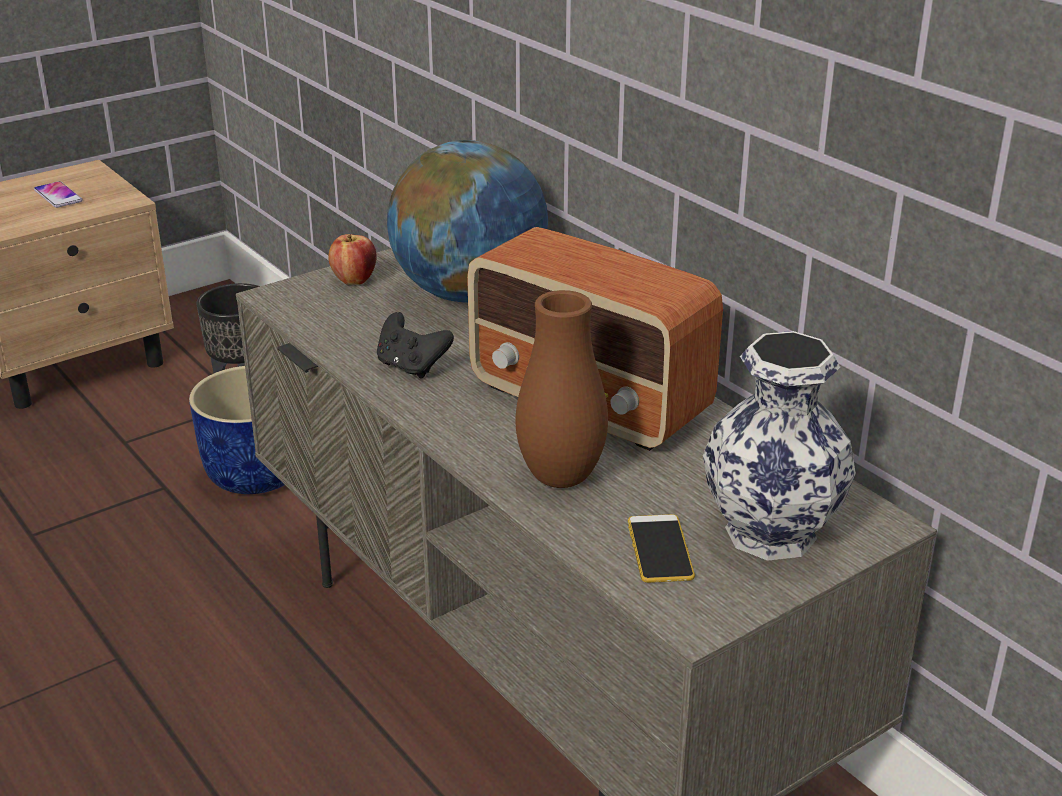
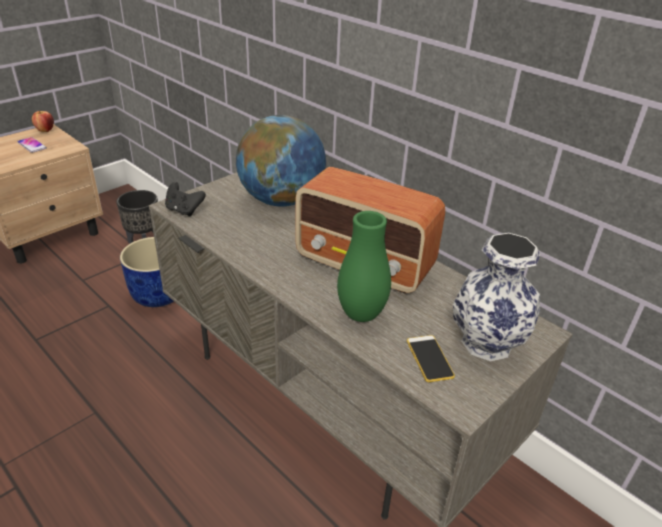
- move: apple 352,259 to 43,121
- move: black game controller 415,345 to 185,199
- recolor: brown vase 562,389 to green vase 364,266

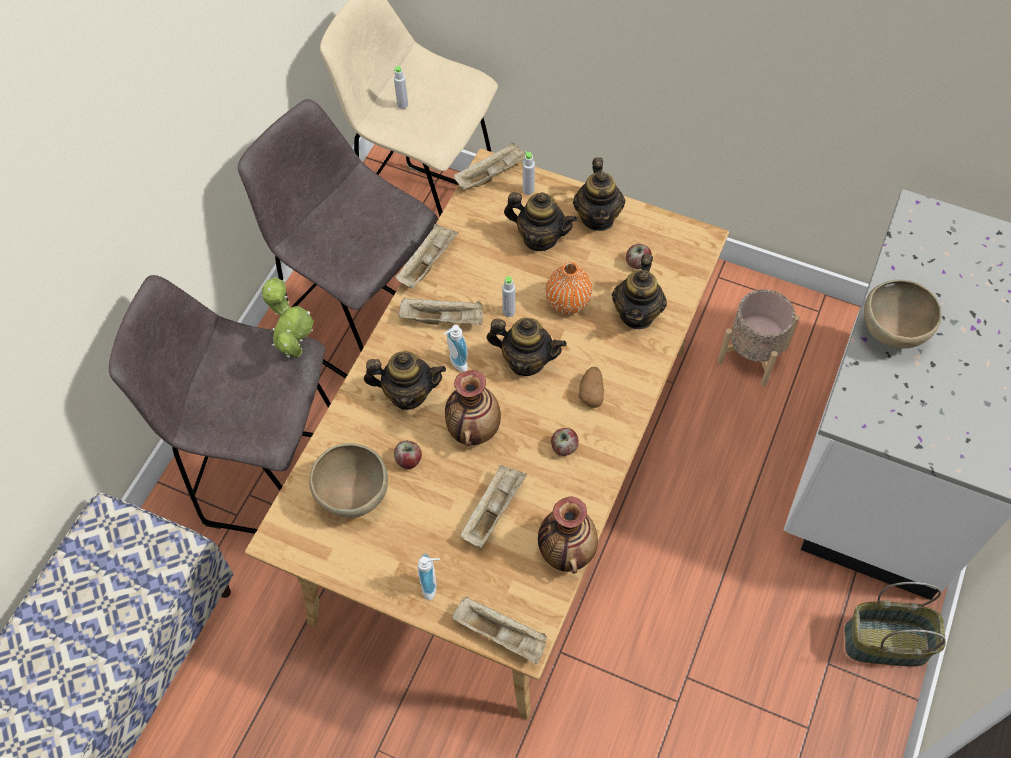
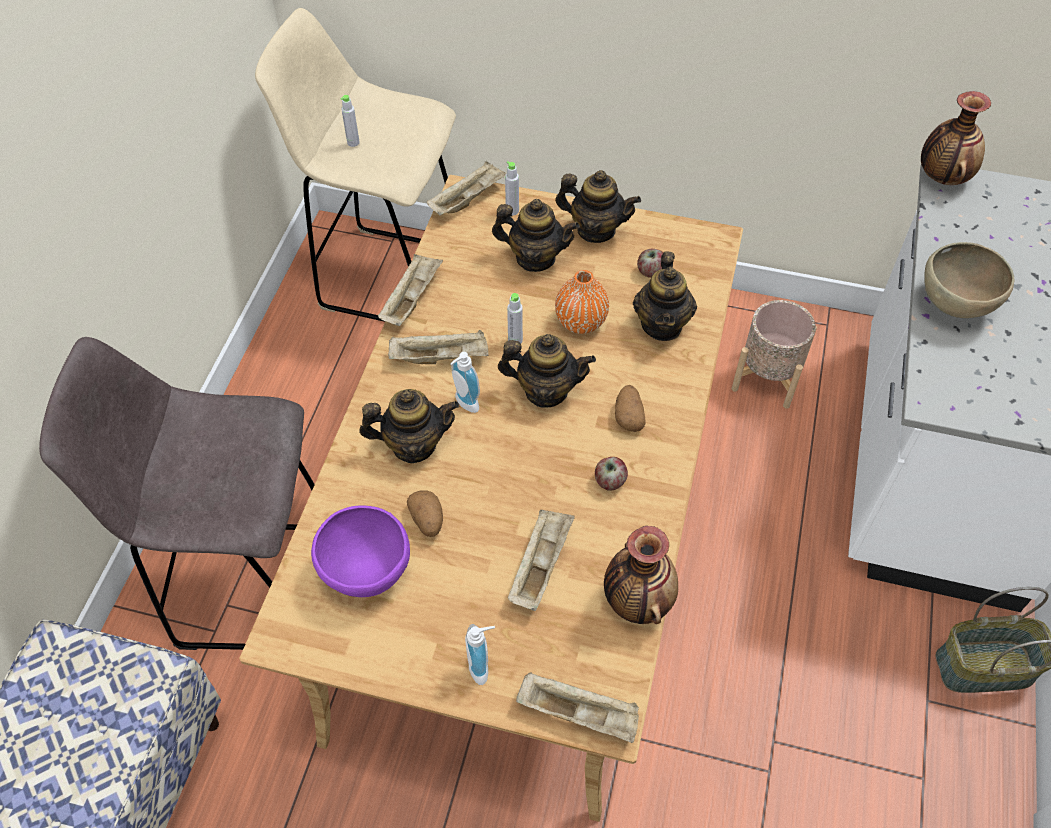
- delete: grey stool 338,238
- delete: potted plant 287,317
- move: vase 473,408 to 956,138
- replace: apple 408,455 to potato 425,514
- recolor: brown bowl 348,480 to purple bowl 360,551
- rotate: teapot 599,194 = 598,206 60 degrees counterclockwise

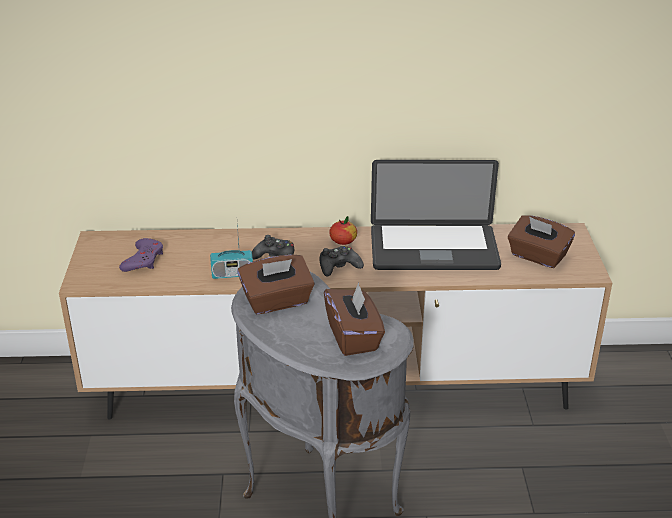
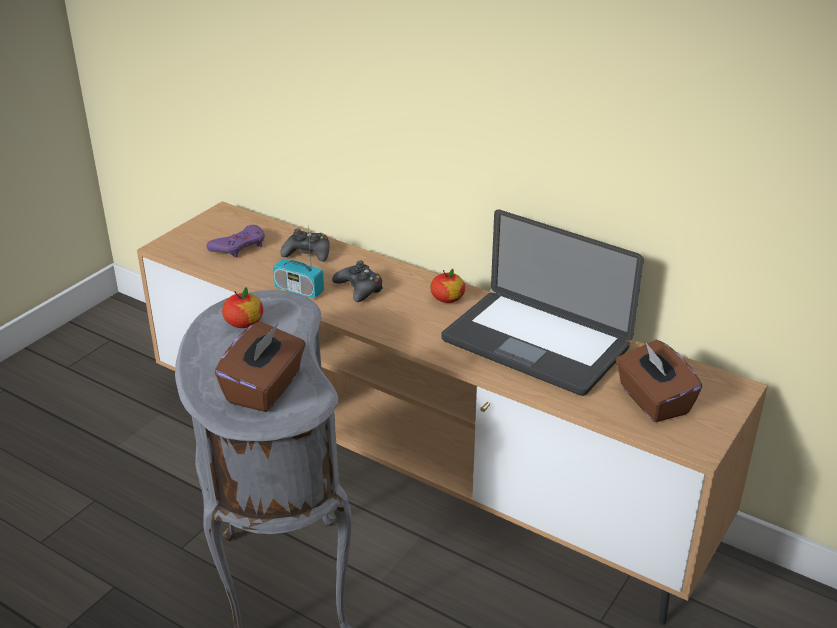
- move: black game controller 341,261 to 305,245
- replace: brown tissue box 276,284 to apple 242,307

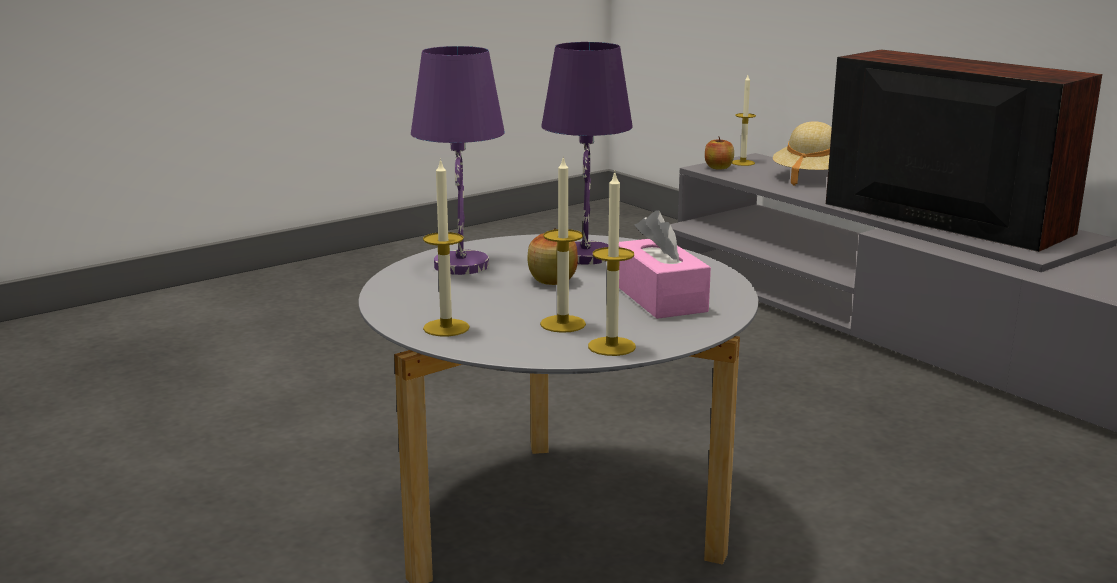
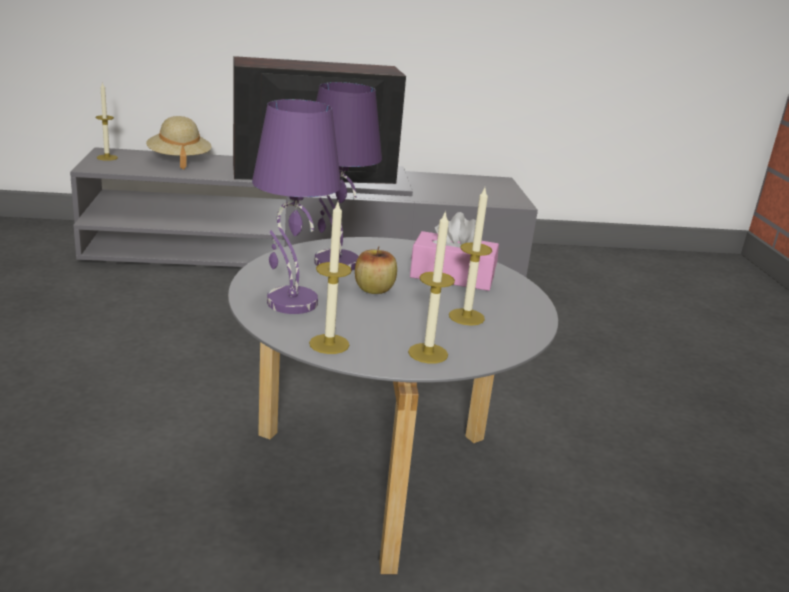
- delete: apple 719,153
- move: candle 612,264 to 330,278

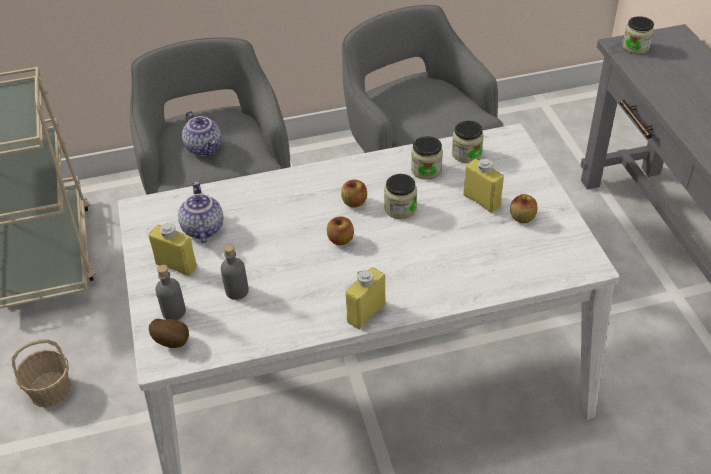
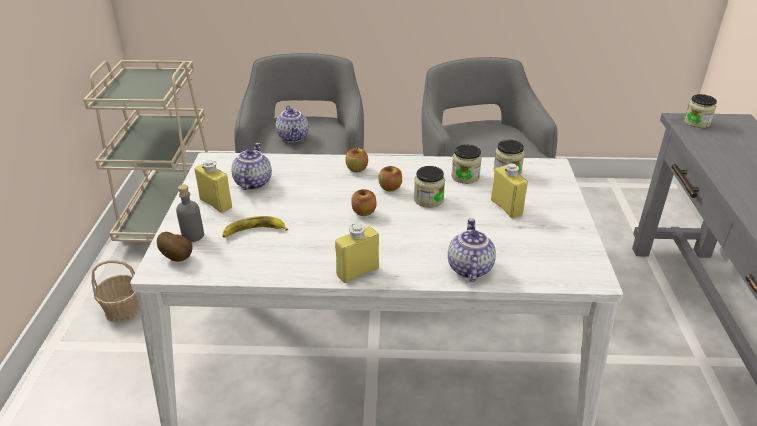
- insert: teapot 472,250
- move: apple 523,208 to 356,160
- replace: grey bottle 235,272 to banana 255,227

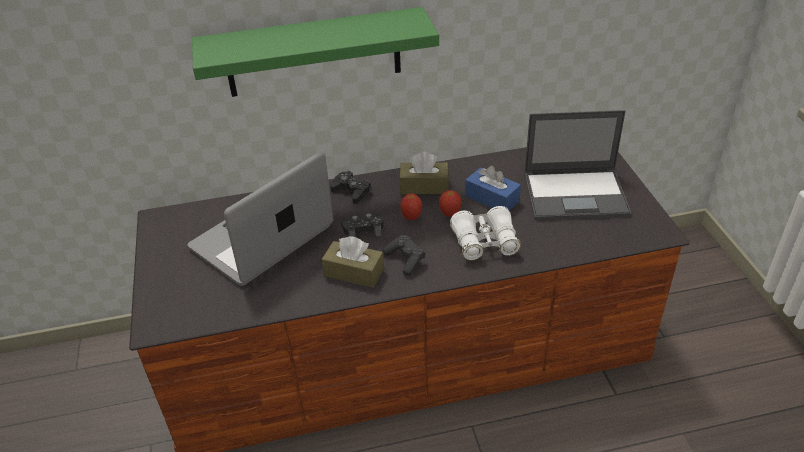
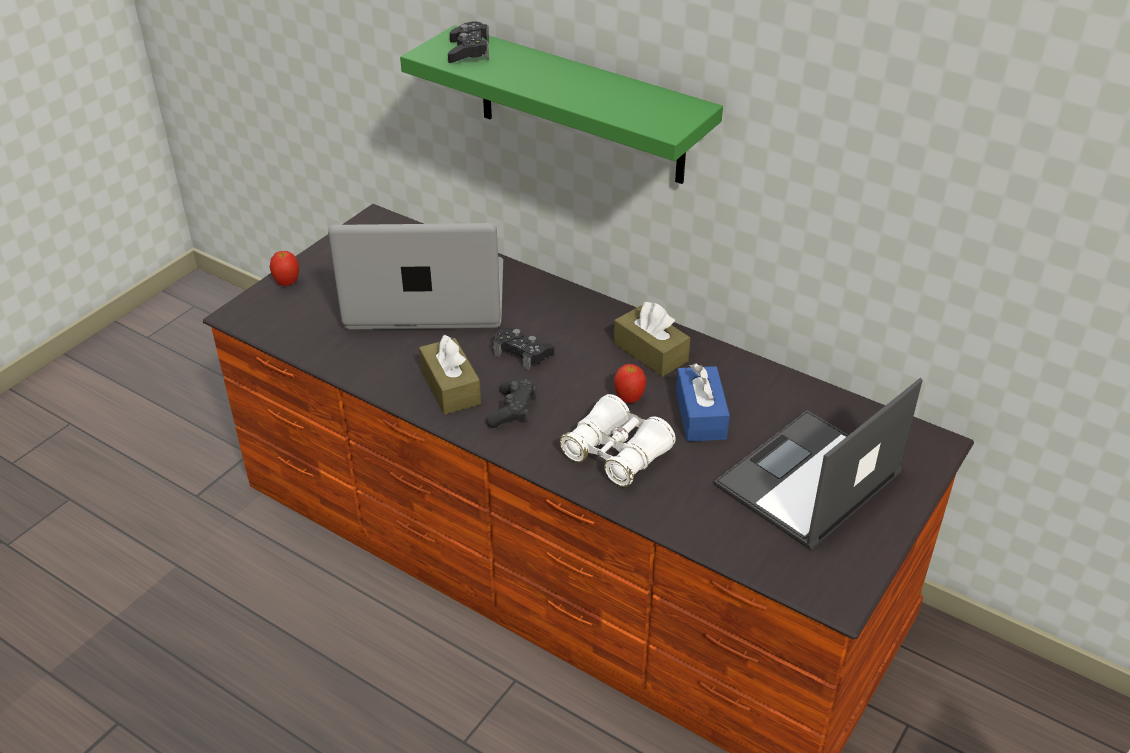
- move: black game controller 350,187 to 468,42
- move: apple 411,206 to 284,268
- rotate: laptop 578,165 = 818,464 90 degrees clockwise

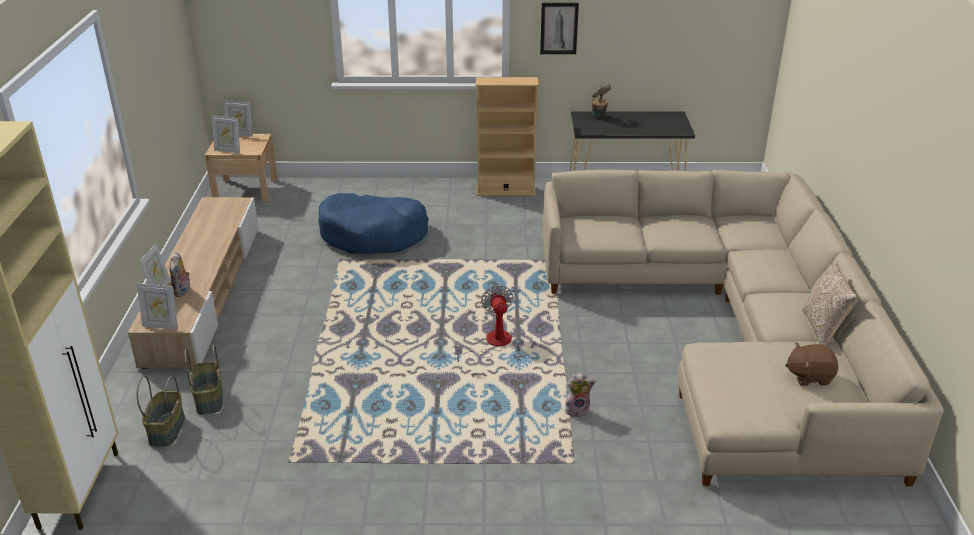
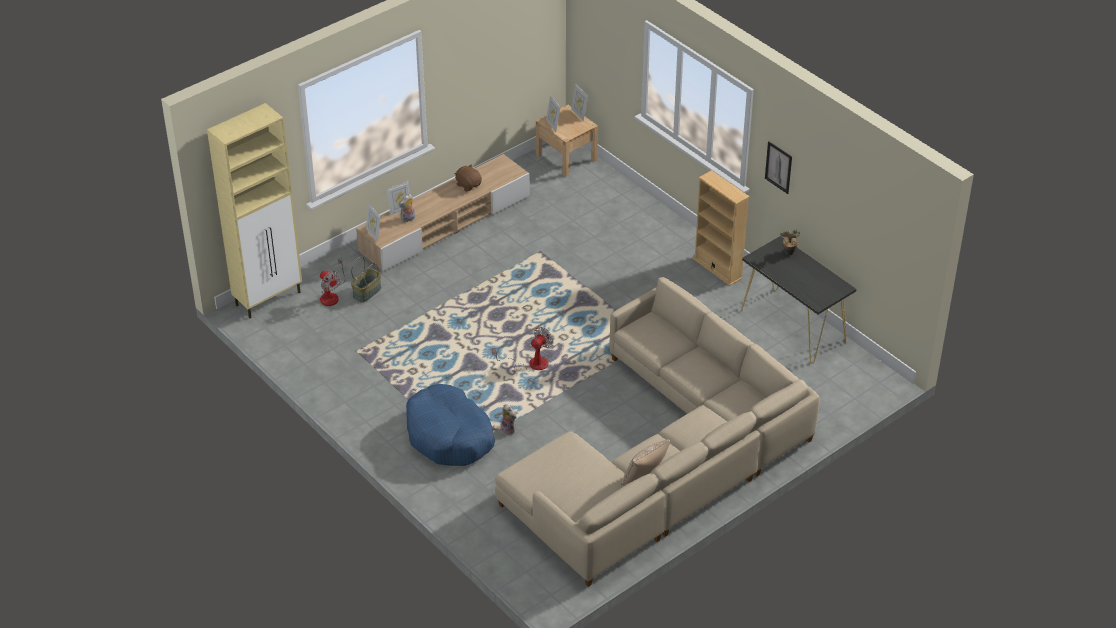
- move: blue dog bed 373,223 to 450,425
- move: brown plush toy 812,364 to 468,178
- replace: basket 161,410 to fan 332,281

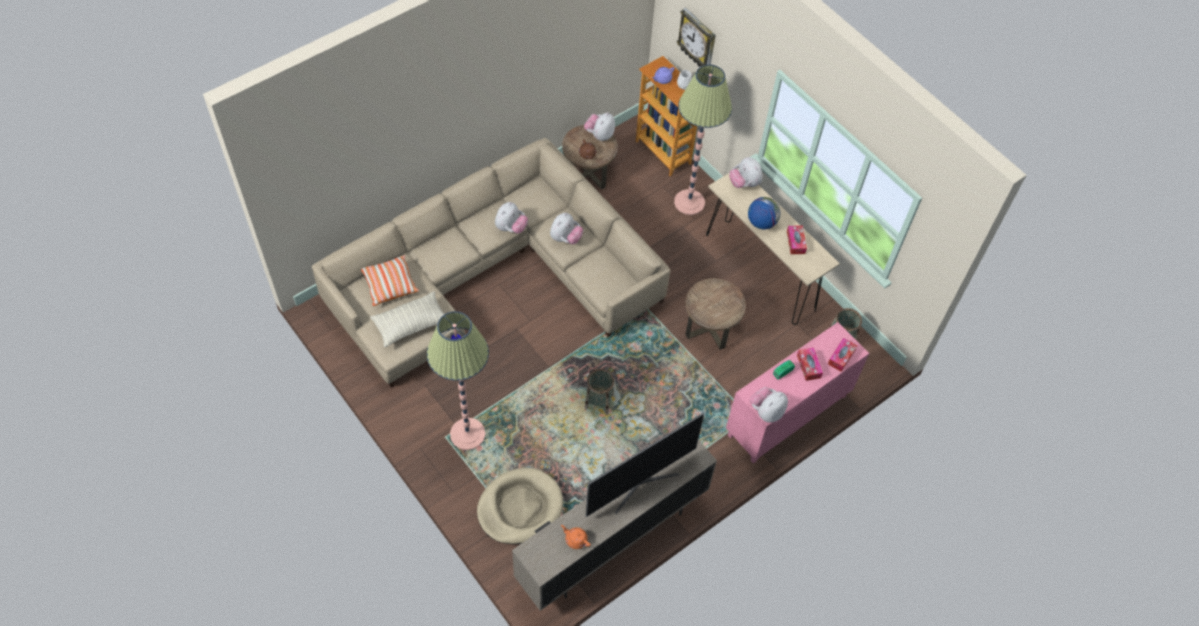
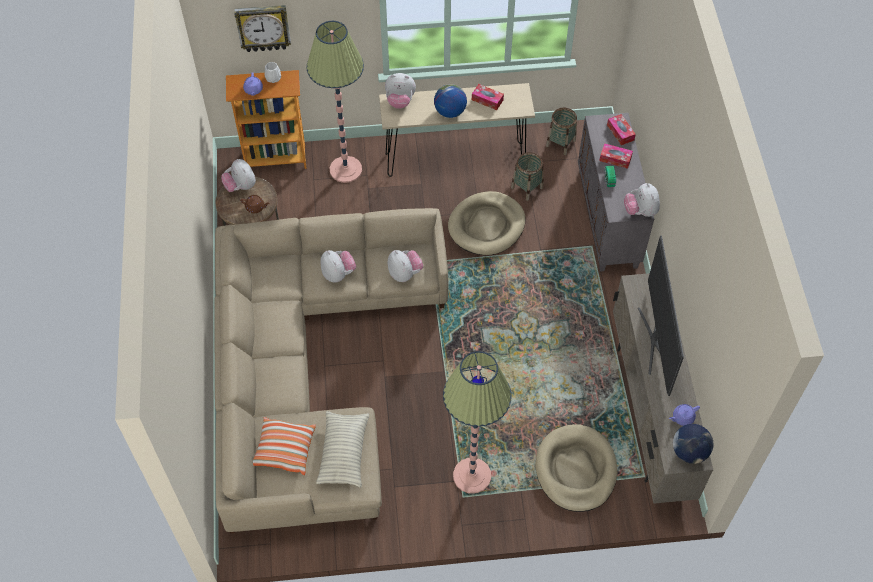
- insert: globe 693,444
- move: plush toy 511,218 to 405,266
- move: basket 599,392 to 527,176
- replace: brown side table 715,314 to beige dog bed 486,223
- recolor: orange teapot 576,537 to purple teapot 684,415
- recolor: pink cabinet 797,392 to grey cabinet 616,192

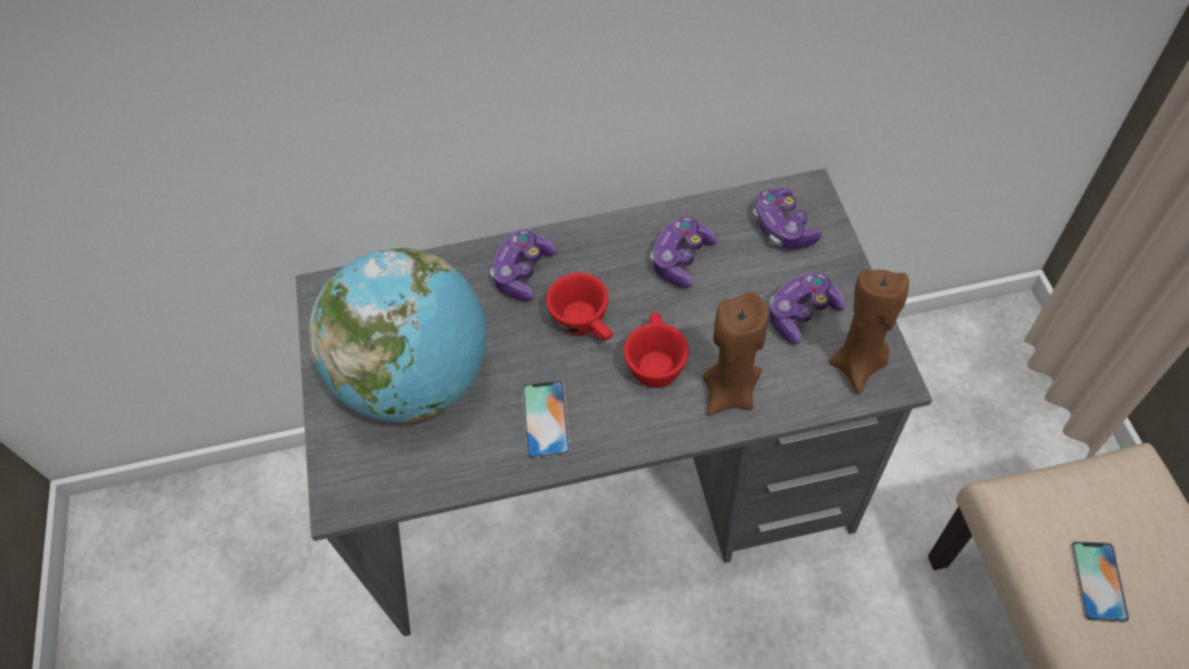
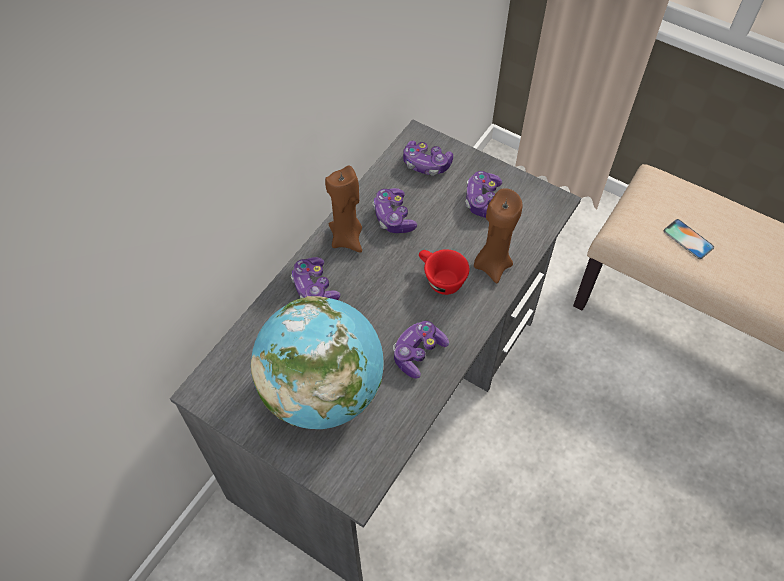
- delete: red cup 579,306
- move: brown candle 869,331 to 343,209
- replace: phone 546,419 to game controller 421,350

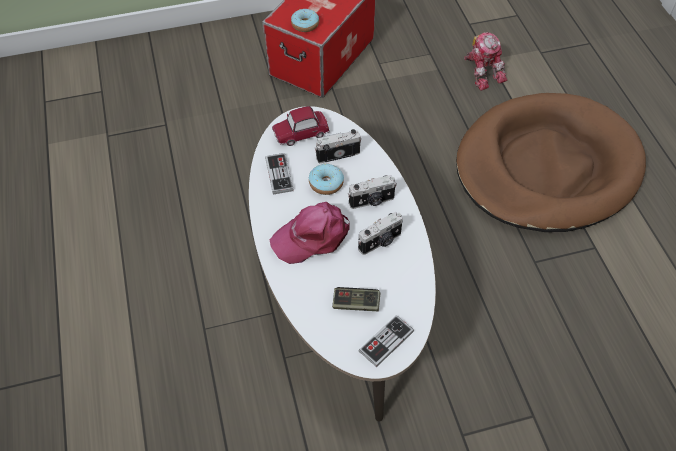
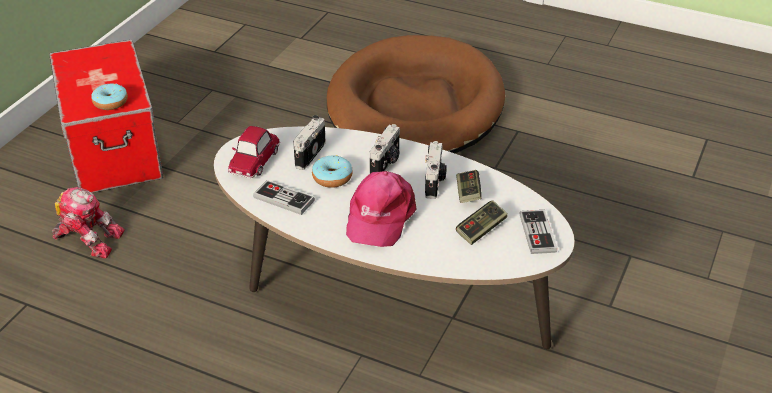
- insert: game controller 469,186
- move: toy robot 485,61 to 88,223

